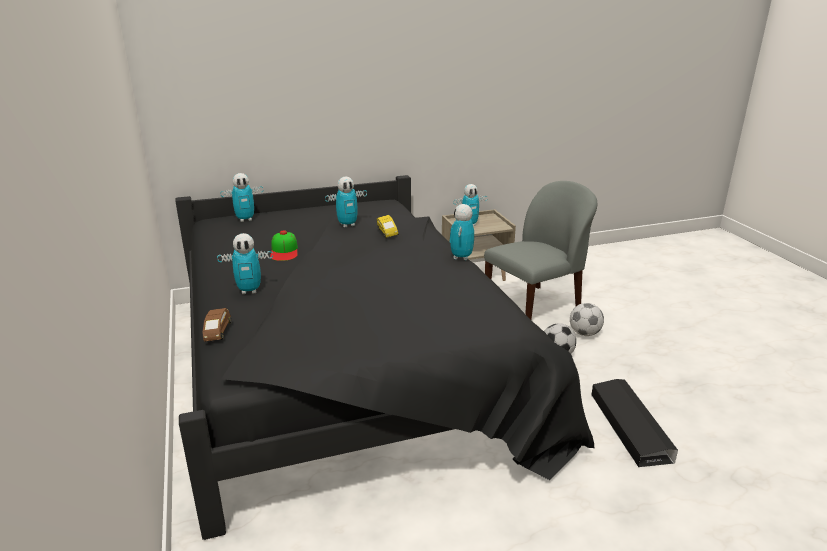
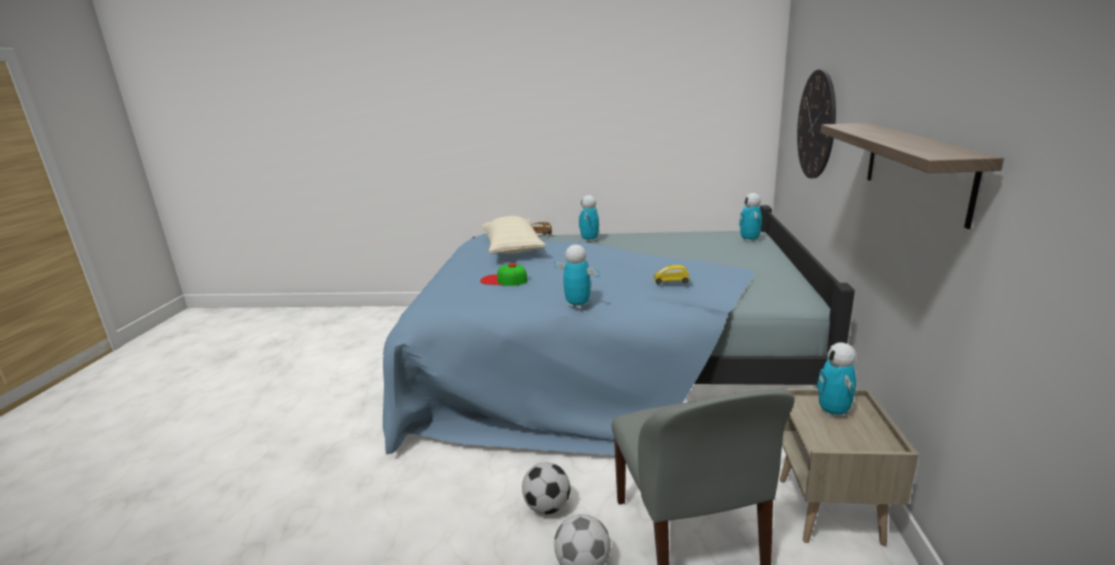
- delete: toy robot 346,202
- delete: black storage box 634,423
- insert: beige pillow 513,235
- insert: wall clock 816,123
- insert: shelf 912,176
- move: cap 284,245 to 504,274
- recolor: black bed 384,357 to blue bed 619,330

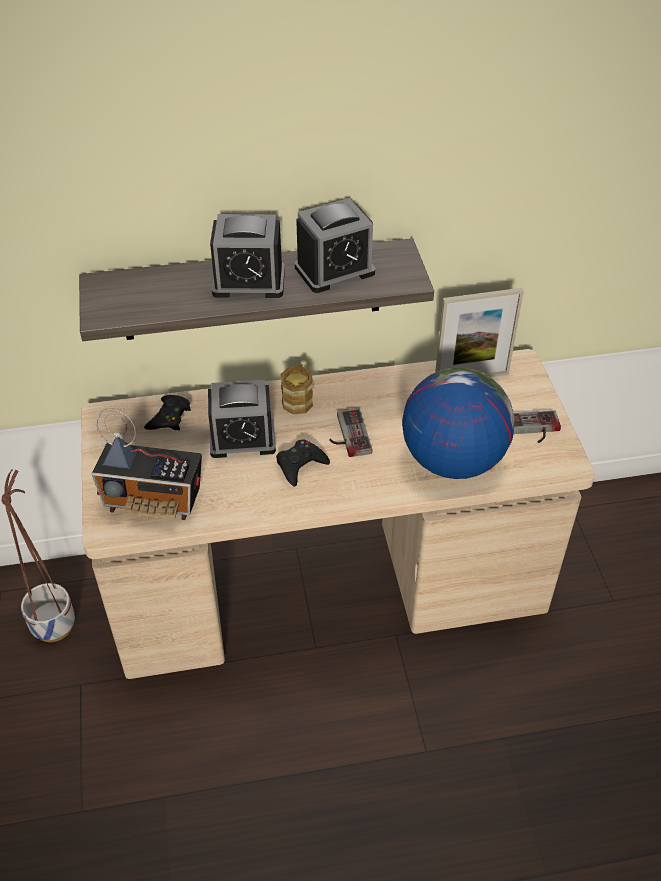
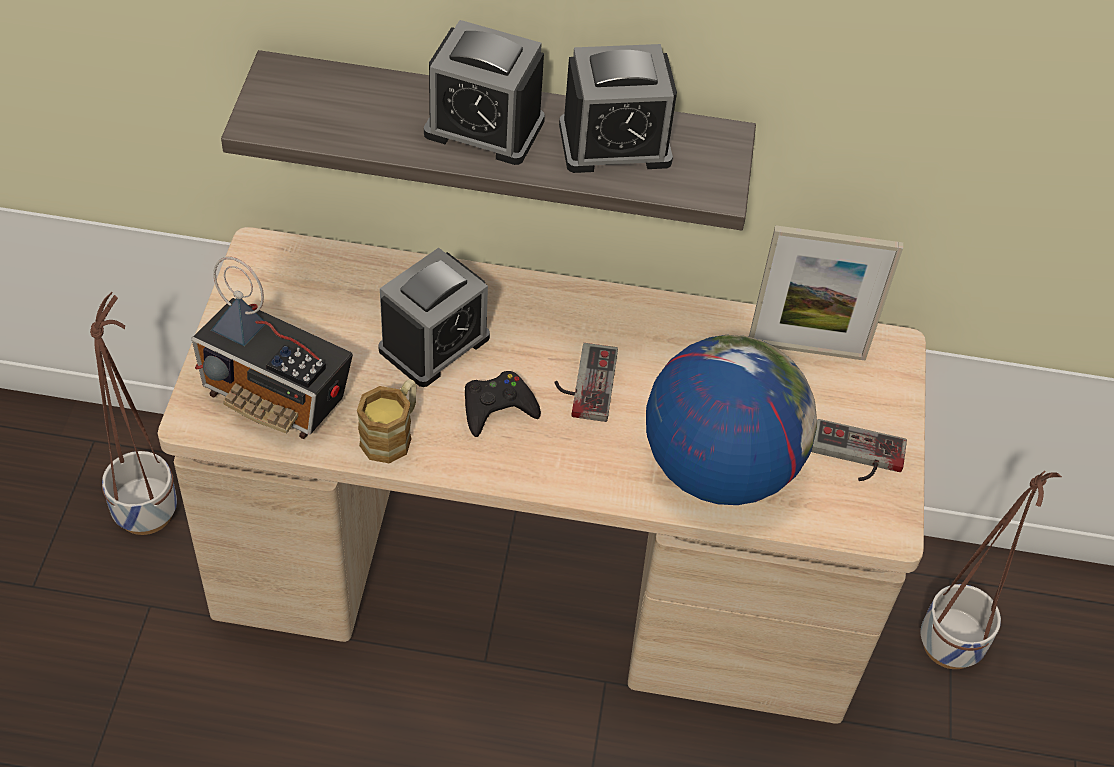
- delete: black game controller 167,413
- insert: planter 991,570
- move: mug 297,387 to 387,421
- rotate: alarm clock 242,419 = 434,317 60 degrees counterclockwise

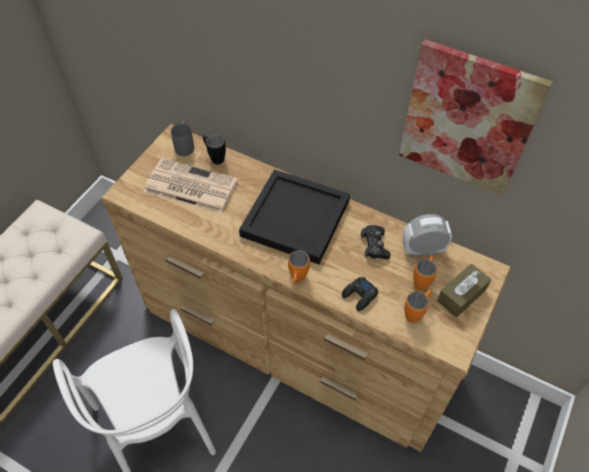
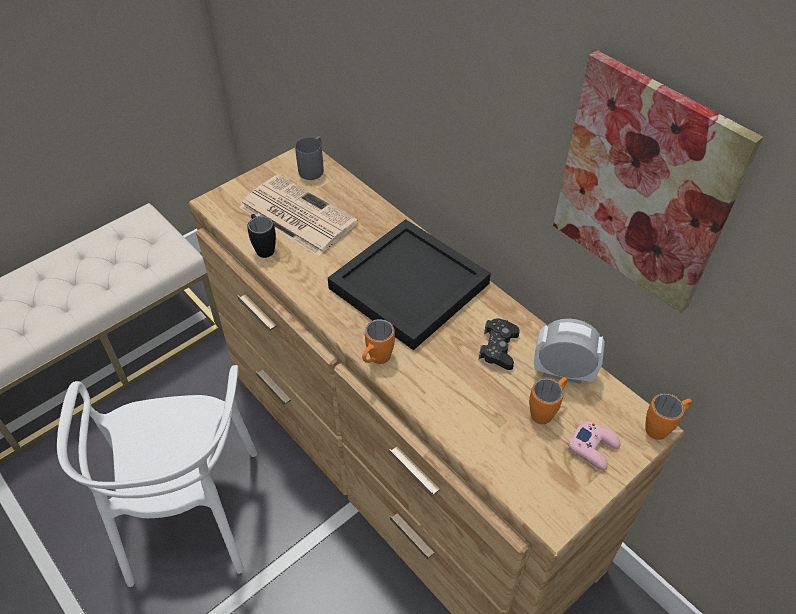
- delete: black game controller 360,294
- move: black mug 214,149 to 261,236
- move: orange mug 417,306 to 668,416
- replace: brown tissue box 464,290 to pink game controller 594,445

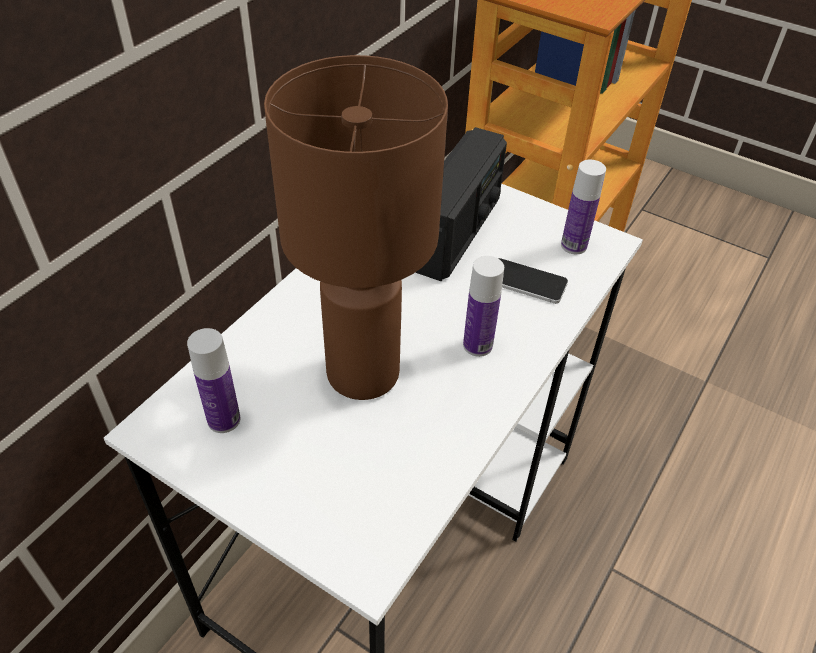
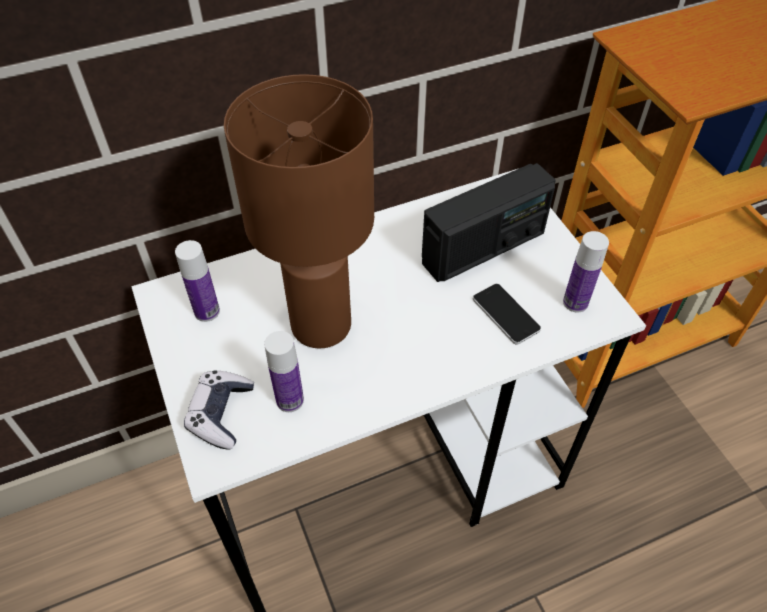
- insert: game controller 219,409
- move: bottle 483,306 to 284,371

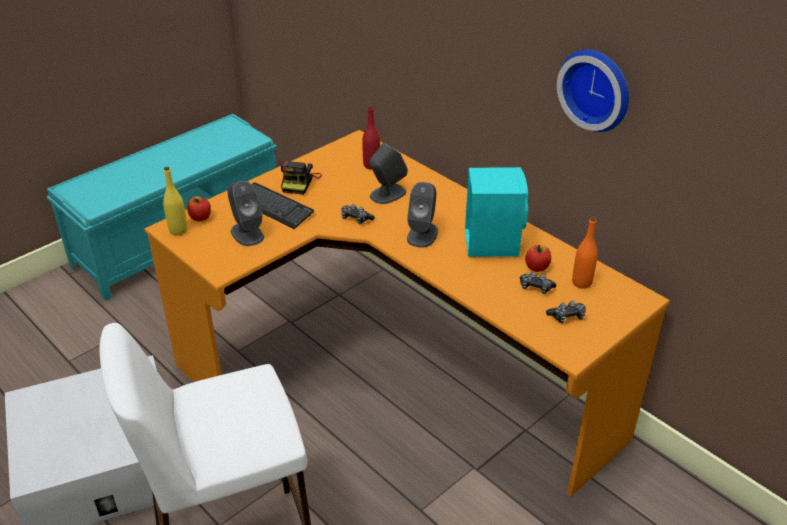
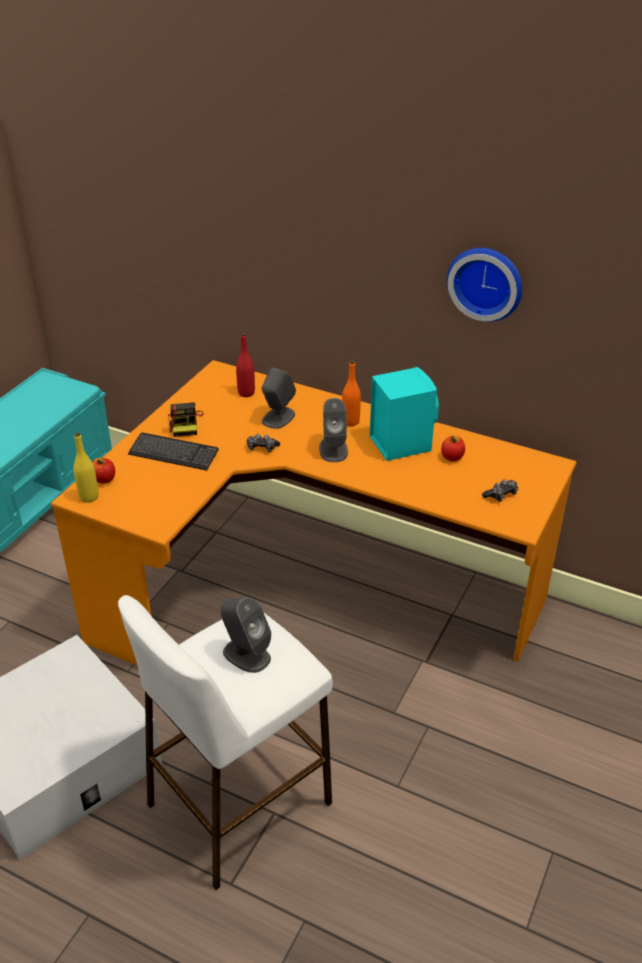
- delete: game controller 538,283
- move: grey speaker 246,213 to 245,635
- move: orange bottle 585,252 to 351,393

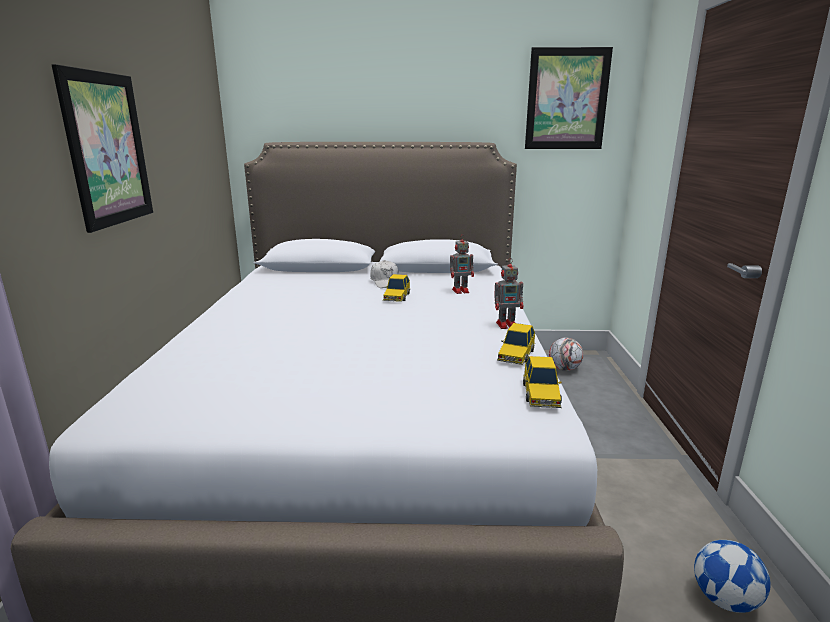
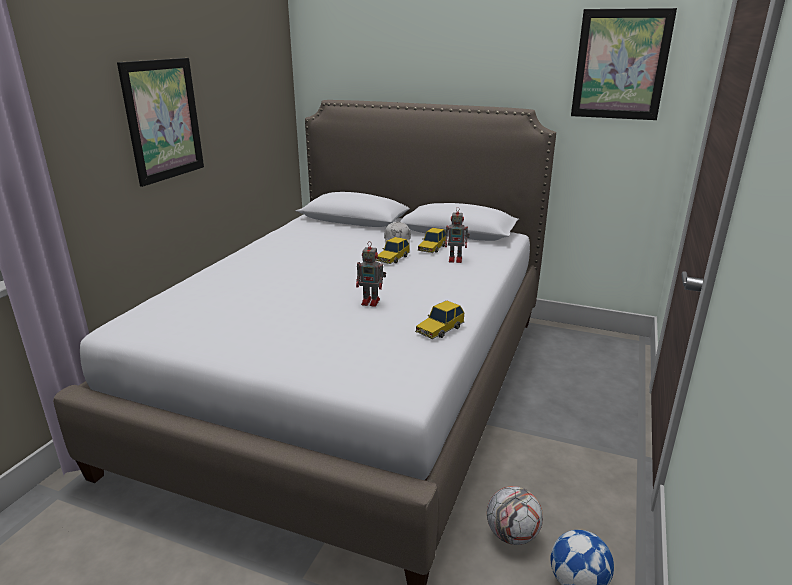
- move: toy robot 508,293 to 371,274
- move: toy car 542,382 to 431,240
- move: football 566,354 to 515,515

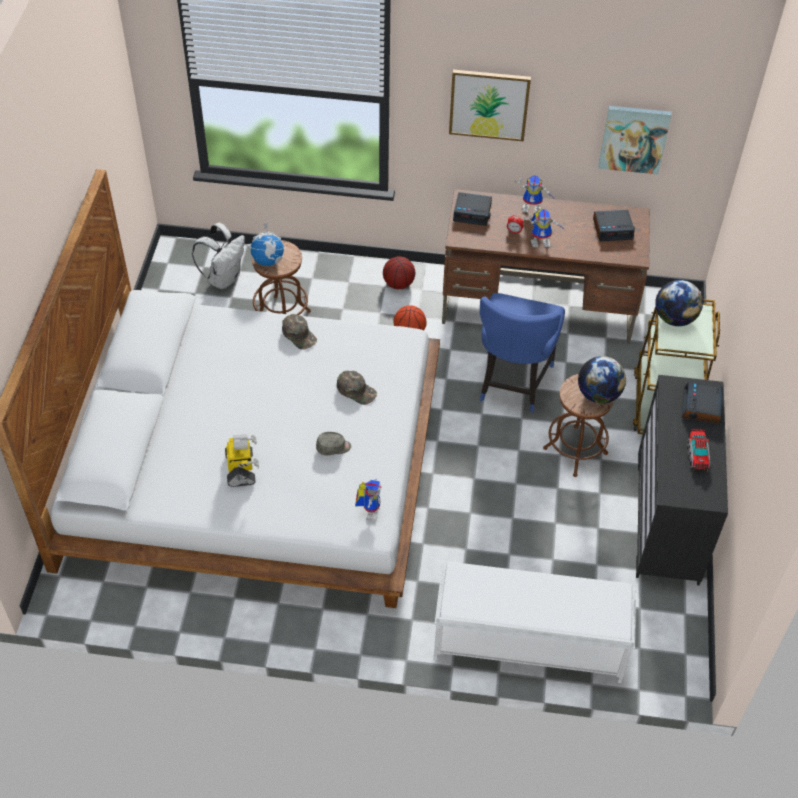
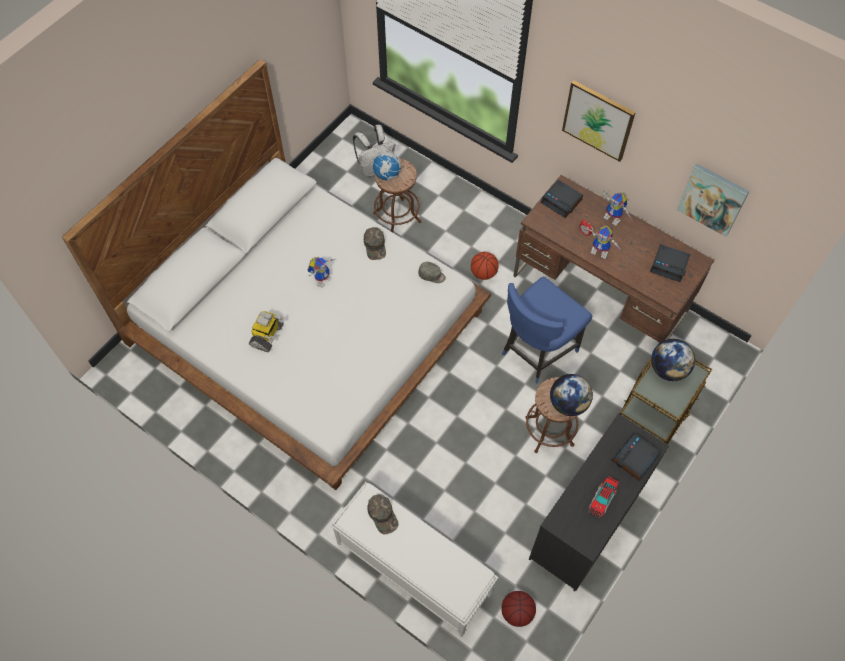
- move: grey cap 333,444 to 432,272
- move: green cap 357,388 to 383,514
- move: toy robot 368,499 to 321,272
- move: basketball 399,272 to 518,609

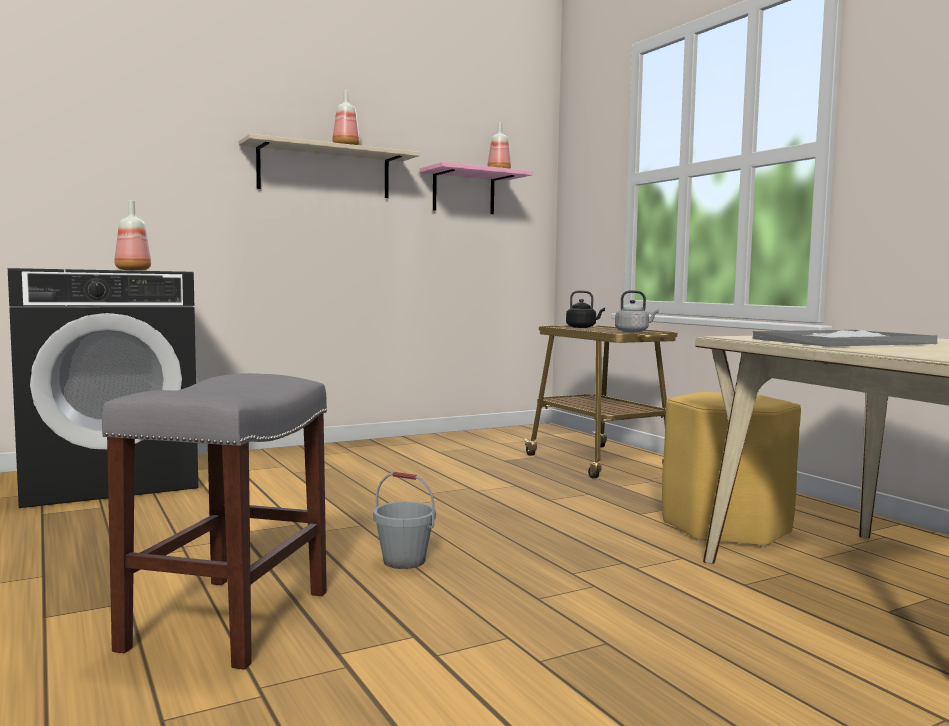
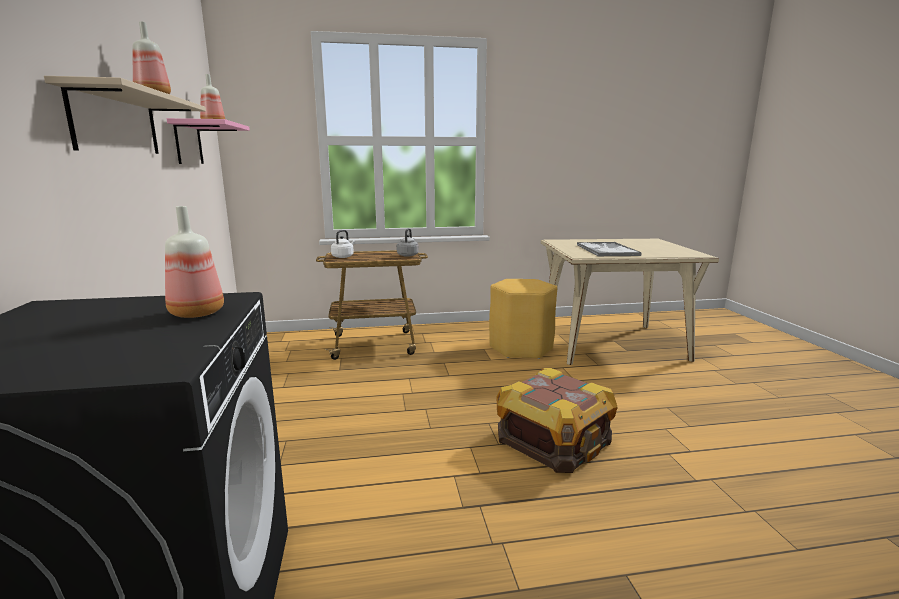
- delete: grey stool 214,521
- replace: grey bucket 404,520 to crate 557,420
- recolor: black kettle 585,309 to white kettle 343,244

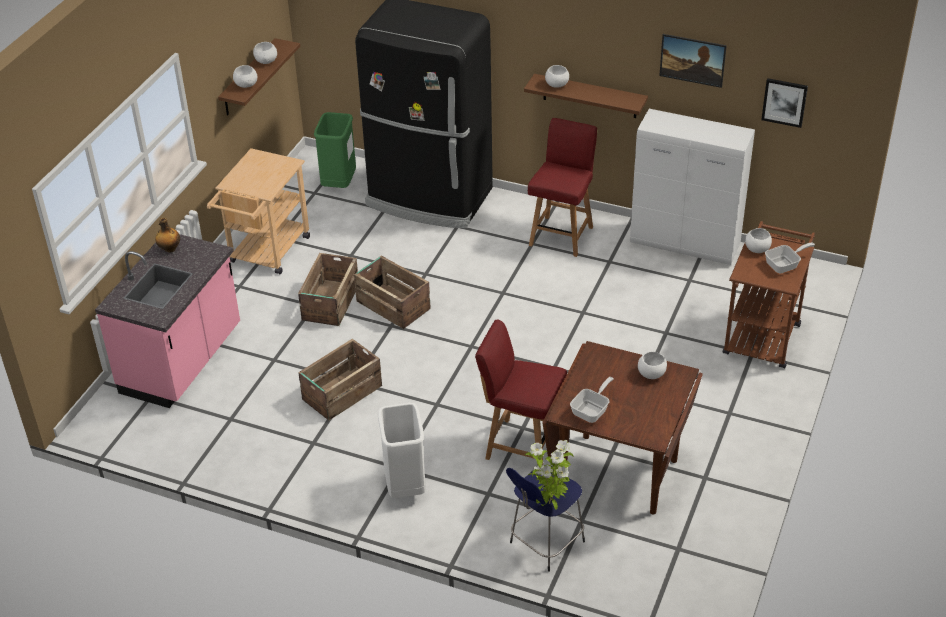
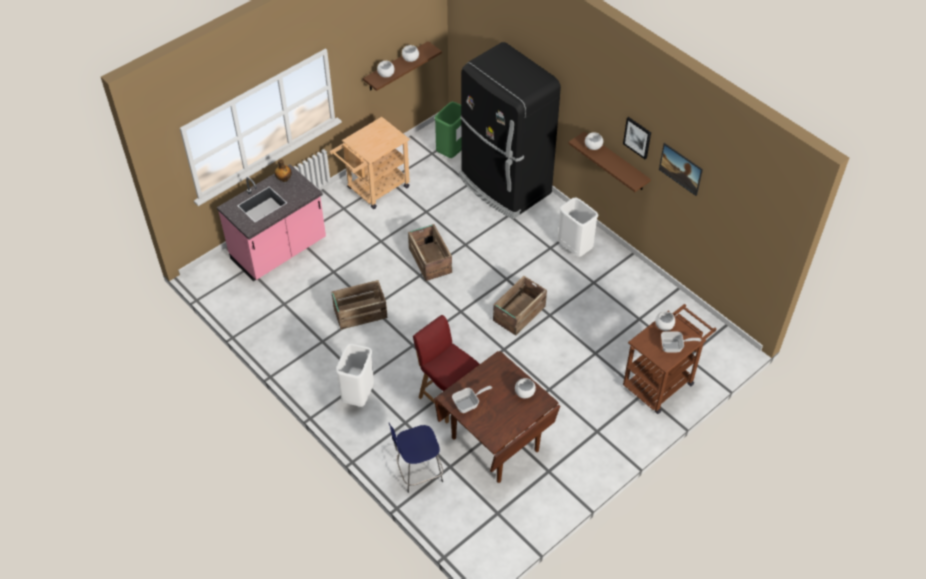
- delete: potted plant 549,475
- delete: white cabinet 692,187
- move: crate 328,289 to 520,305
- move: picture 784,103 to 637,138
- replace: red chair 562,187 to white trash can 578,227

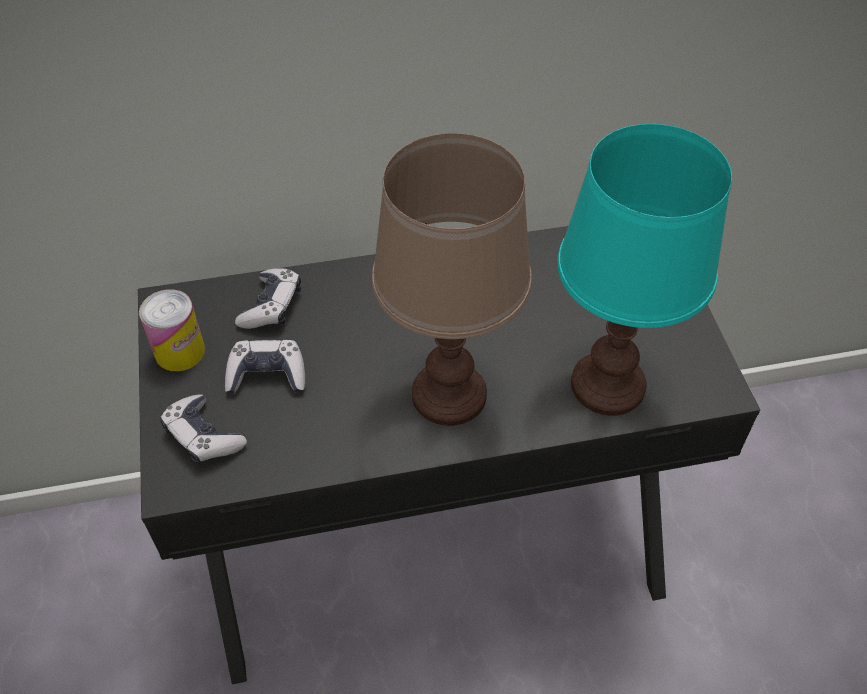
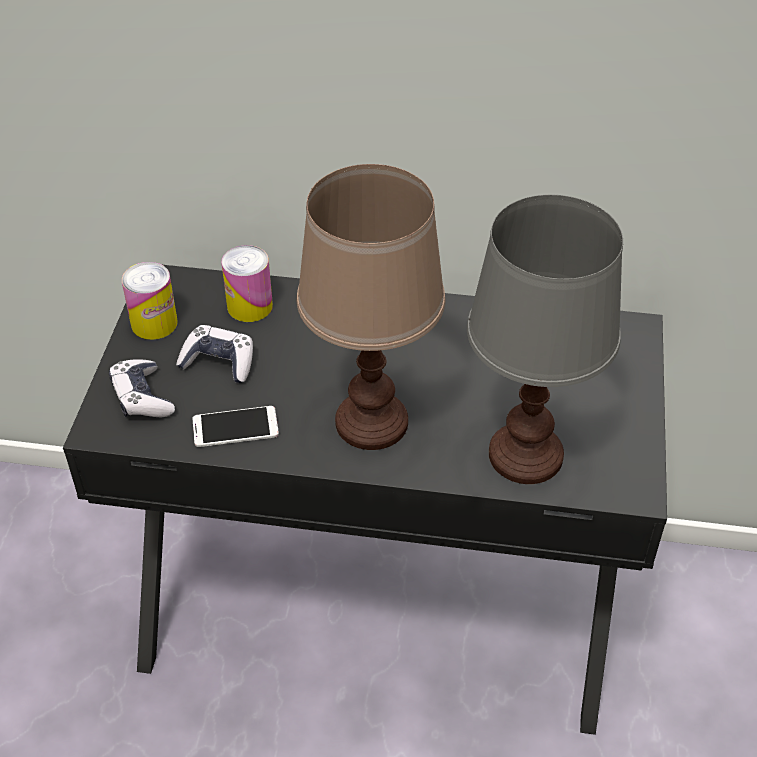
- insert: phone 235,426
- replace: game controller 268,298 to can 247,283
- recolor: turquoise table lamp 644,270 to grey table lamp 545,339

